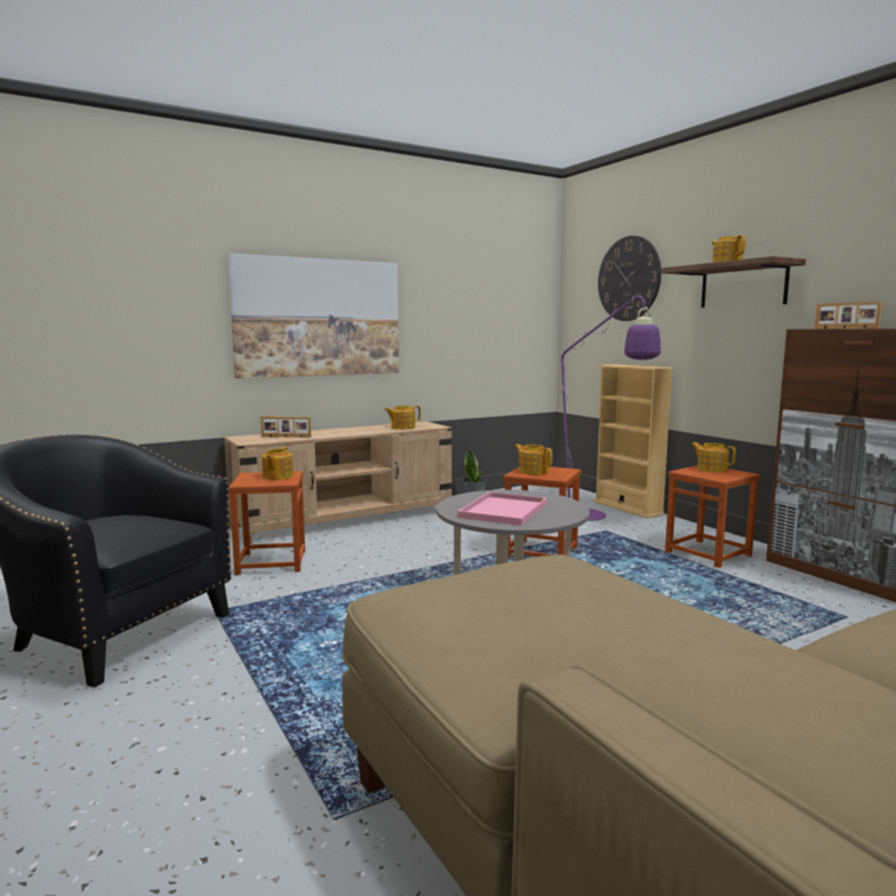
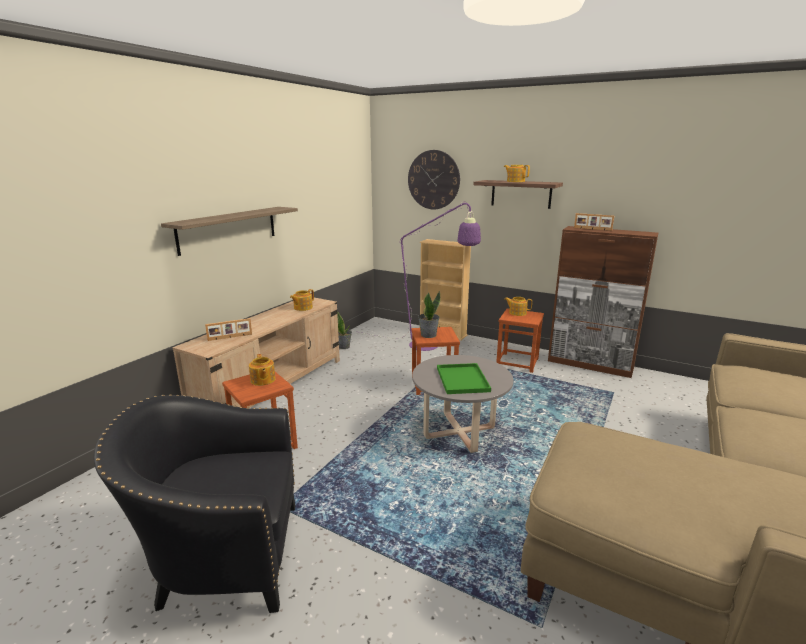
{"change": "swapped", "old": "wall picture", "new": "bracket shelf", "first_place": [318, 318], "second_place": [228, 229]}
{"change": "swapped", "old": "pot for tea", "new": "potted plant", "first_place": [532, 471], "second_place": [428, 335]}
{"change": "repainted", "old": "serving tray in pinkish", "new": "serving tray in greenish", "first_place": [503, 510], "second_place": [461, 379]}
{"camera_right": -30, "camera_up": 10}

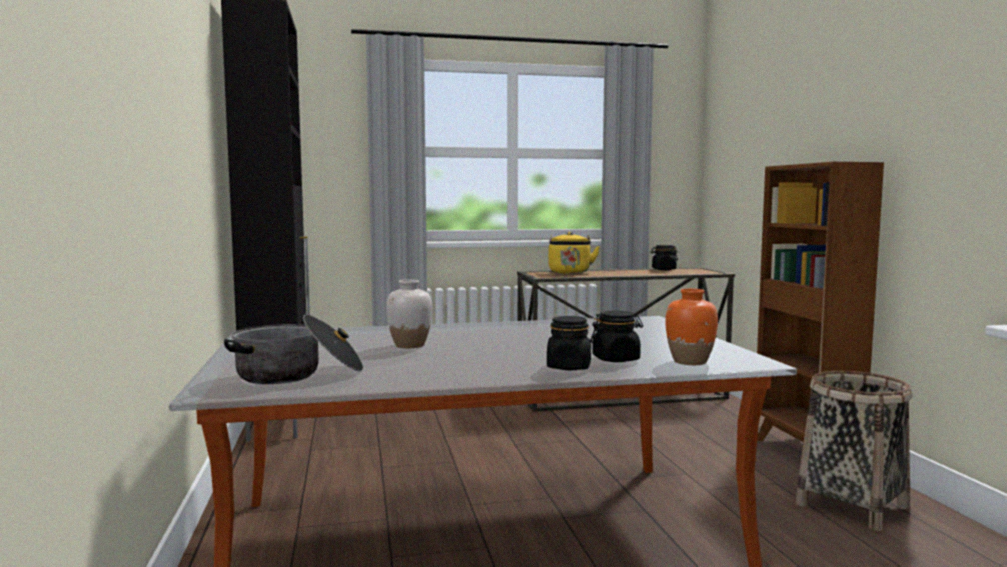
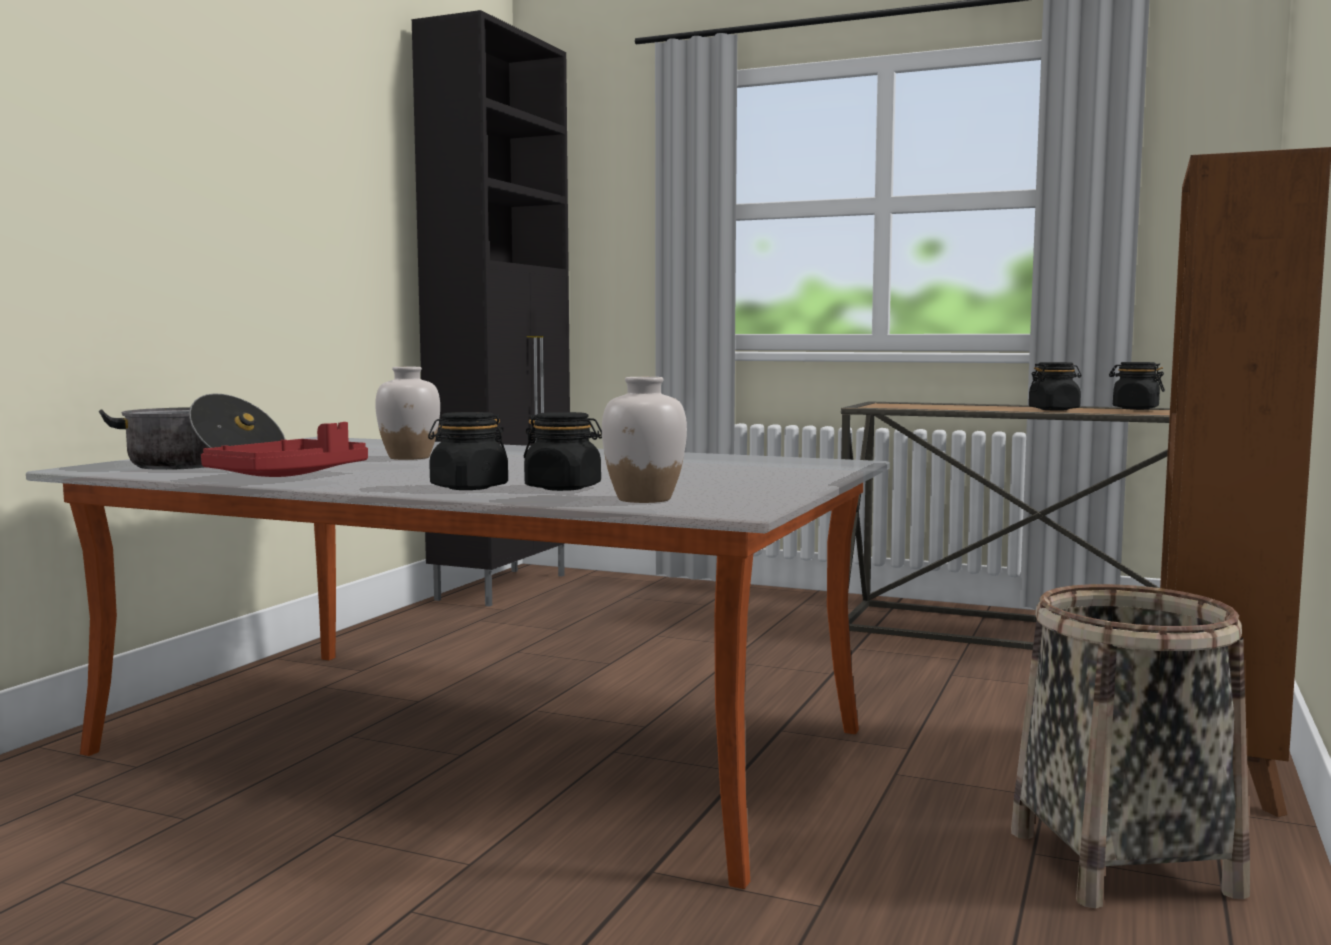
{"change": "gone", "old": "kettle in yellow-coloured", "first_place": [570, 272]}
{"change": "new", "new": "serving tray in red", "second_place": [288, 475]}
{"change": "new", "new": "jar in blackish", "second_place": [1054, 409]}
{"change": "repainted", "old": "flower vase in orange-coloured", "new": "flower vase in whitish", "first_place": [690, 362], "second_place": [644, 499]}
{"camera_right": 35, "camera_up": 0}

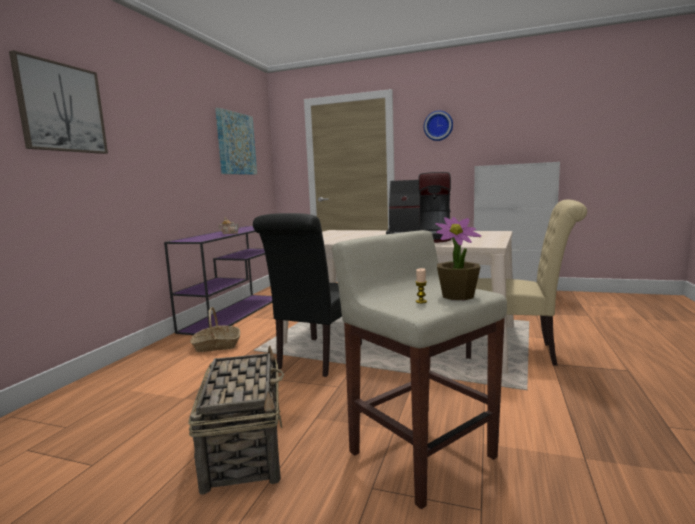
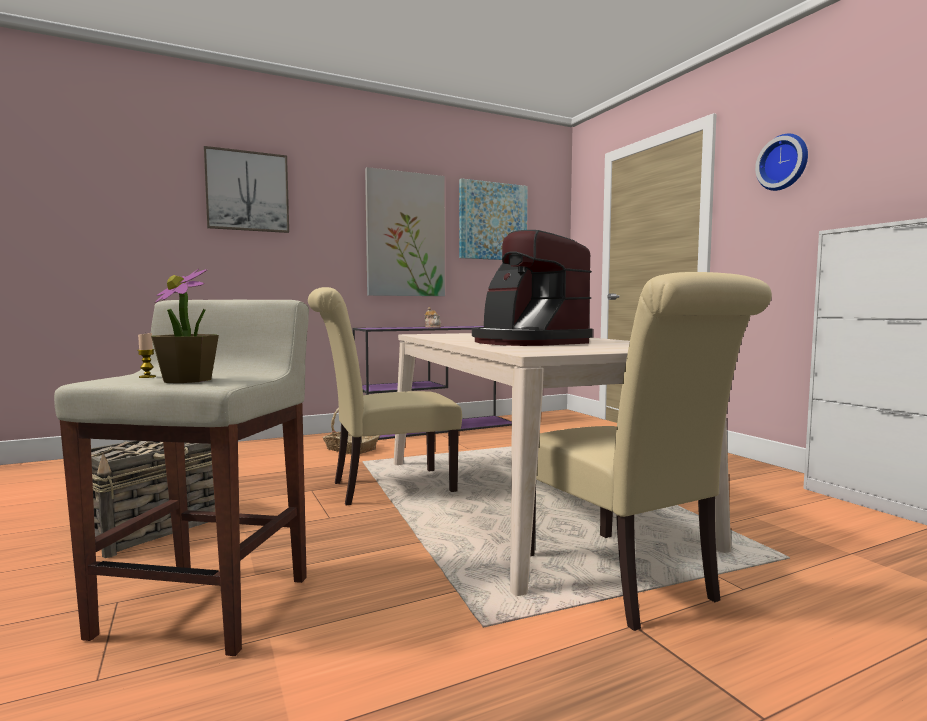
{"change": "new", "new": "wall picture", "second_place": [405, 235]}
{"change": "repainted", "old": "chair in blackish", "new": "chair in beige", "first_place": [317, 358], "second_place": [385, 487]}
{"camera_right": 45, "camera_up": -5}

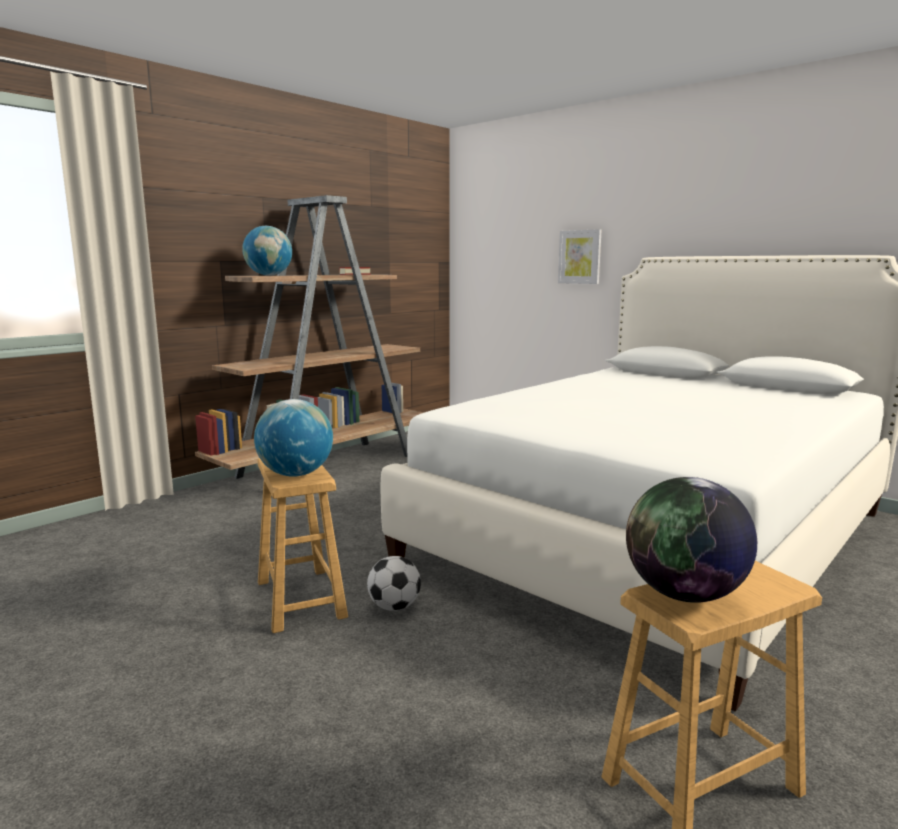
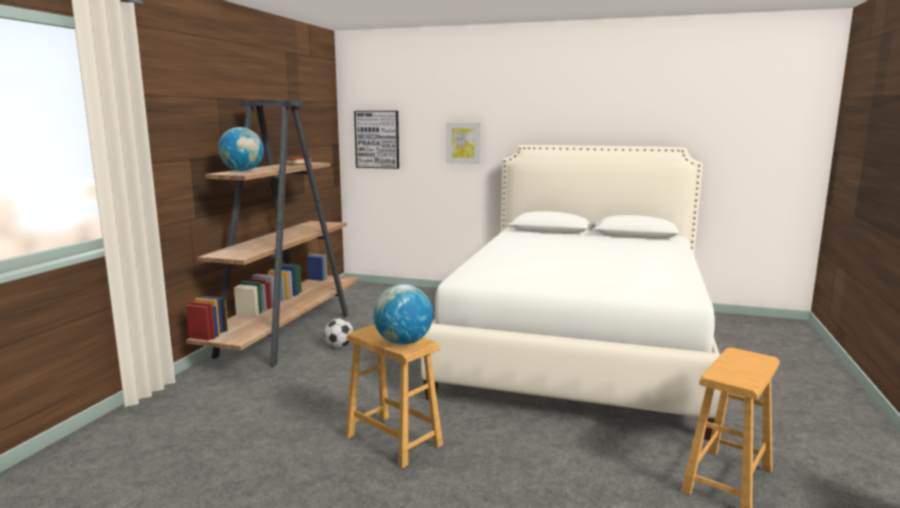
{"change": "gone", "old": "world globe", "first_place": [684, 594]}
{"change": "new", "new": "wall picture", "second_place": [377, 139]}
{"change": "shifted", "old": "football ball", "first_place": [394, 607], "second_place": [339, 347]}
{"camera_right": -25, "camera_up": 0}

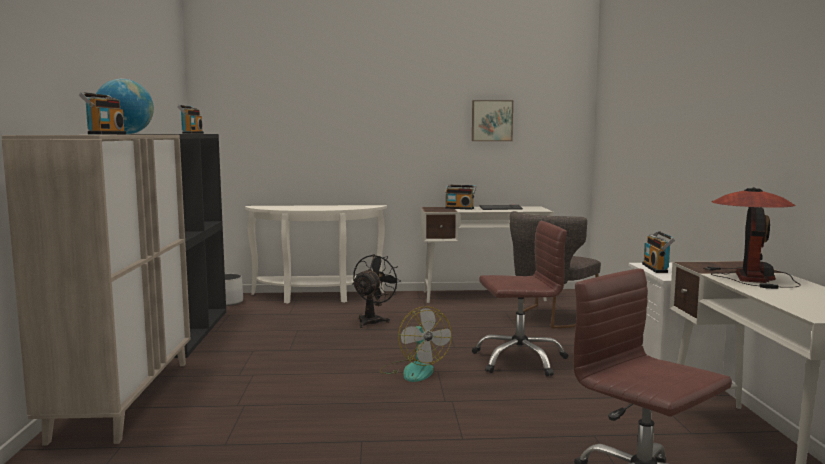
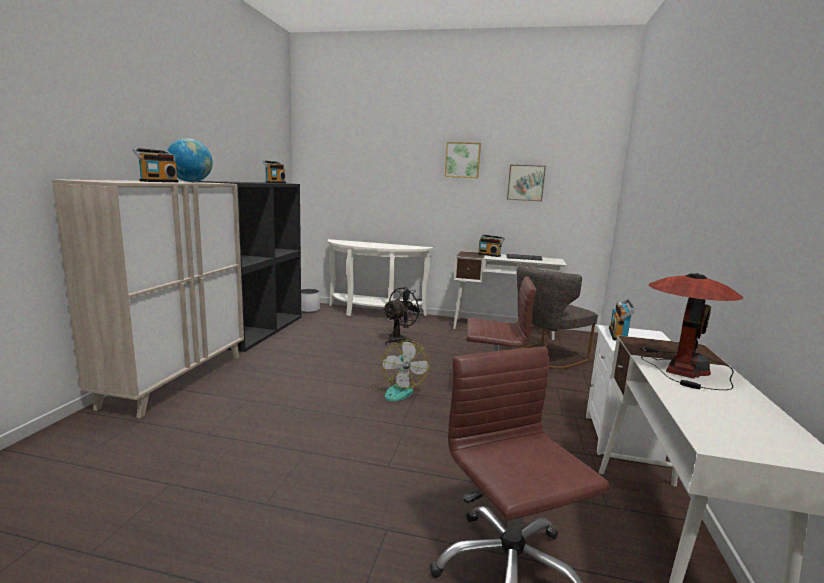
{"change": "new", "new": "wall picture", "second_place": [462, 160]}
{"camera_right": 15, "camera_up": 5}

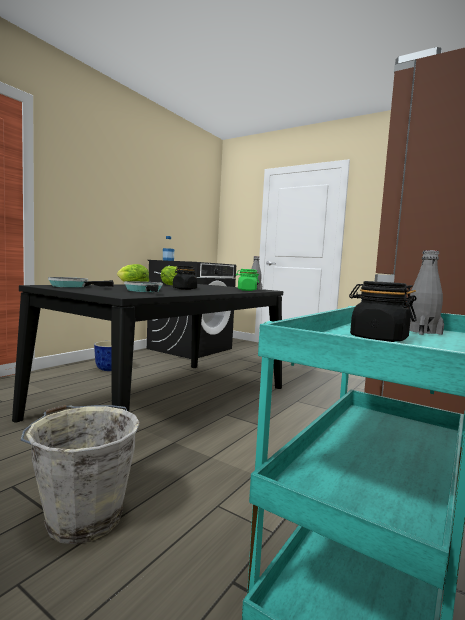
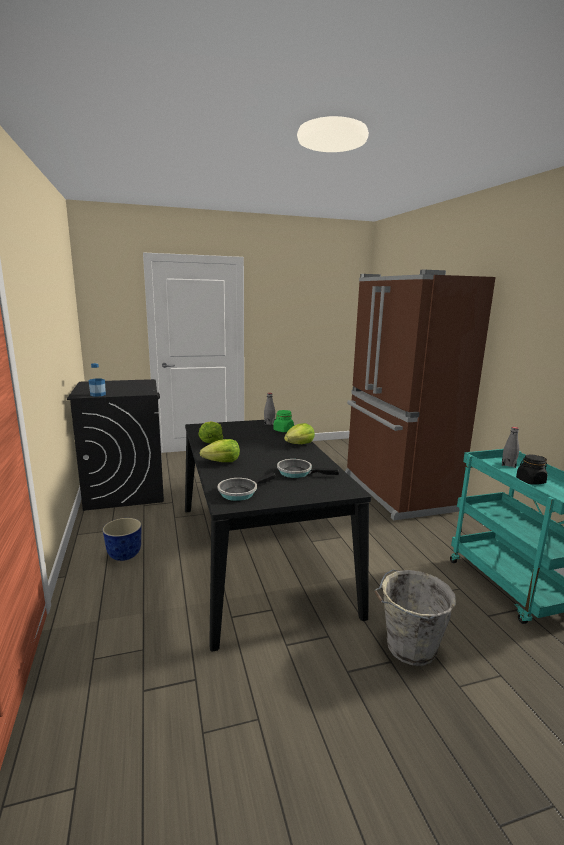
{"change": "gone", "old": "jar in blackish", "first_place": [184, 289]}
{"change": "new", "new": "lettuce", "second_place": [299, 444]}
{"camera_right": -50, "camera_up": 10}

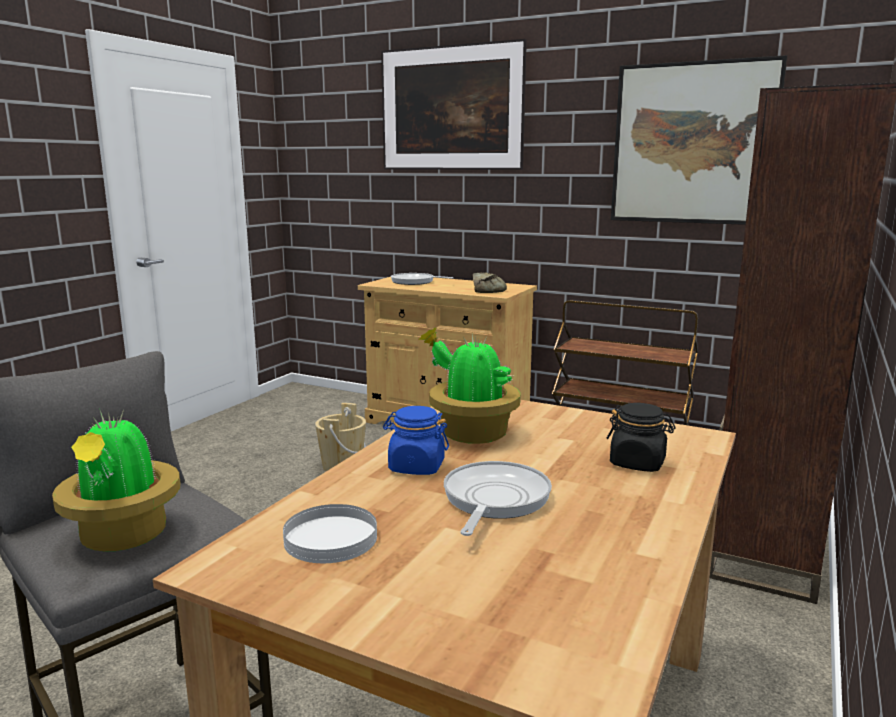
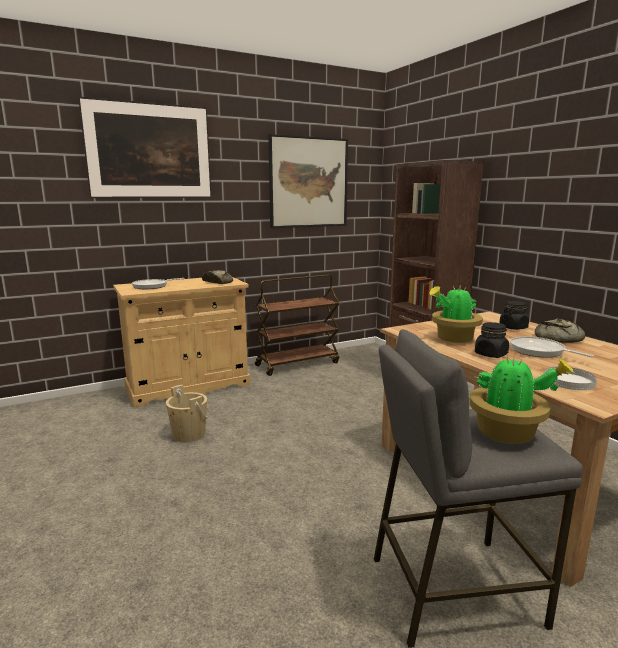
{"change": "new", "new": "bakery bread", "second_place": [558, 338]}
{"change": "repainted", "old": "jar in blue-coloured", "new": "jar in blackish", "first_place": [416, 467], "second_place": [491, 354]}
{"camera_right": -55, "camera_up": 0}

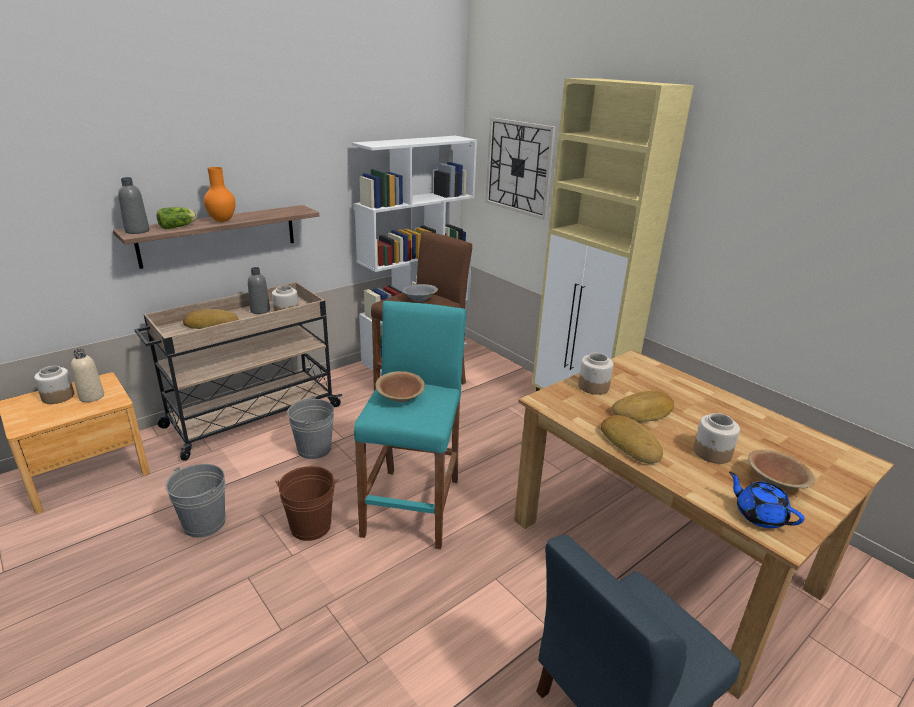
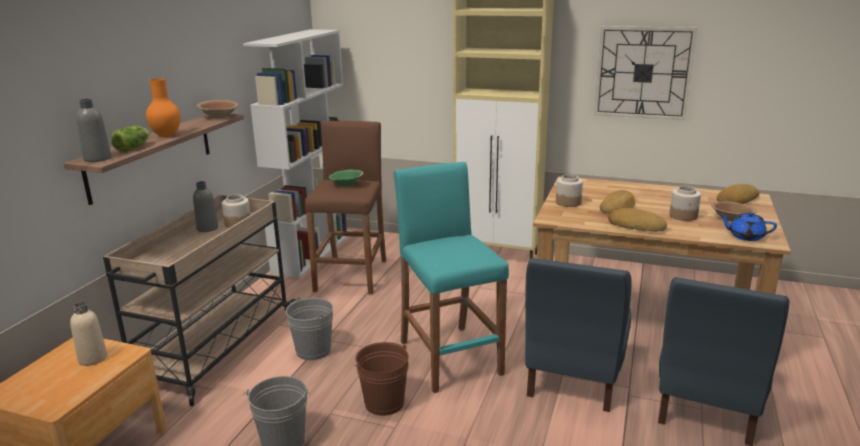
{"change": "gone", "old": "jar", "first_place": [57, 397]}
{"change": "new", "new": "chair in blue-coloured", "second_place": [573, 378]}
{"change": "shifted", "old": "bakery bread", "first_place": [211, 324], "second_place": [736, 199]}
{"change": "shifted", "old": "deep dish in brownish", "first_place": [400, 397], "second_place": [219, 116]}
{"change": "shifted", "old": "hanging clock", "first_place": [519, 167], "second_place": [643, 73]}
{"change": "repainted", "old": "deep dish in greyish", "new": "deep dish in greenish", "first_place": [420, 299], "second_place": [346, 184]}
{"camera_right": -30, "camera_up": -5}

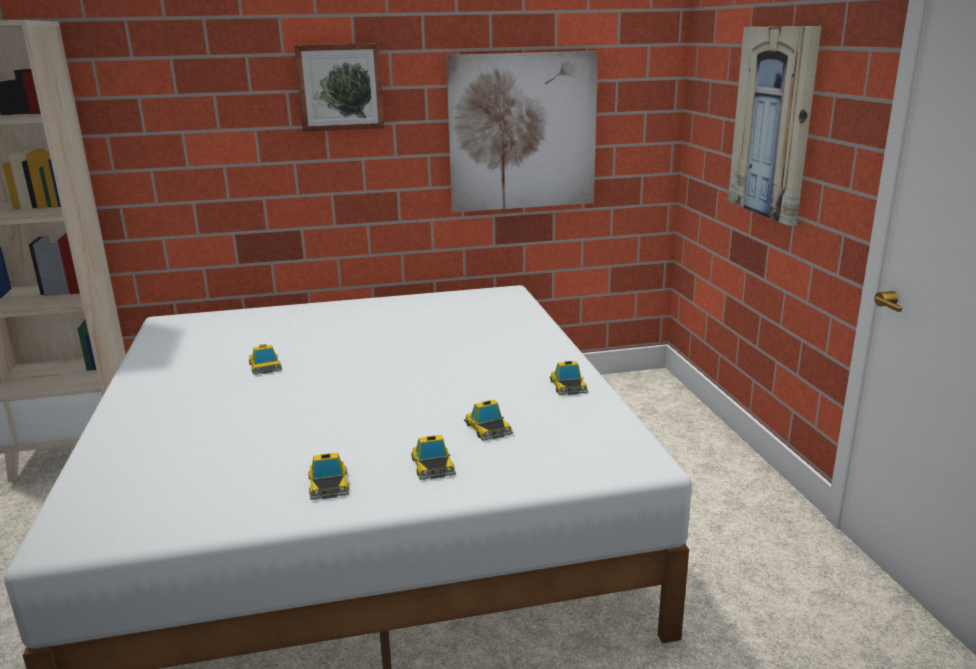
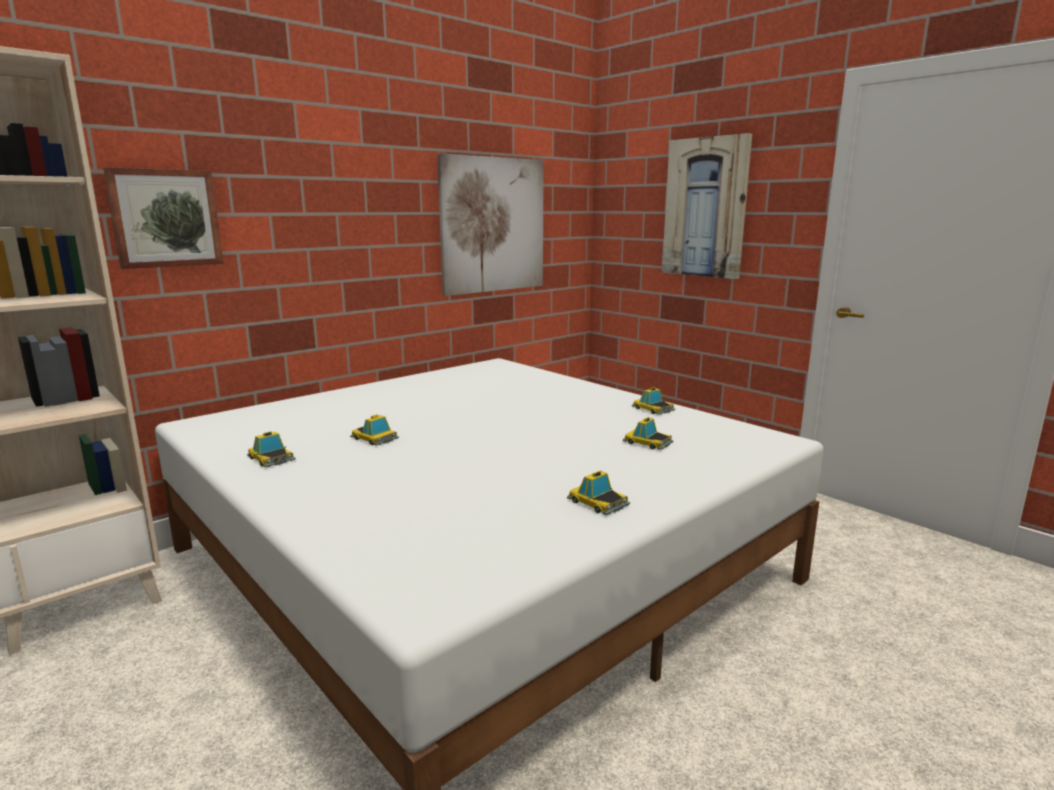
{"change": "shifted", "old": "wall picture", "first_place": [340, 87], "second_place": [165, 218]}
{"change": "shifted", "old": "miniature car", "first_place": [433, 465], "second_place": [271, 458]}
{"camera_right": -30, "camera_up": -5}

